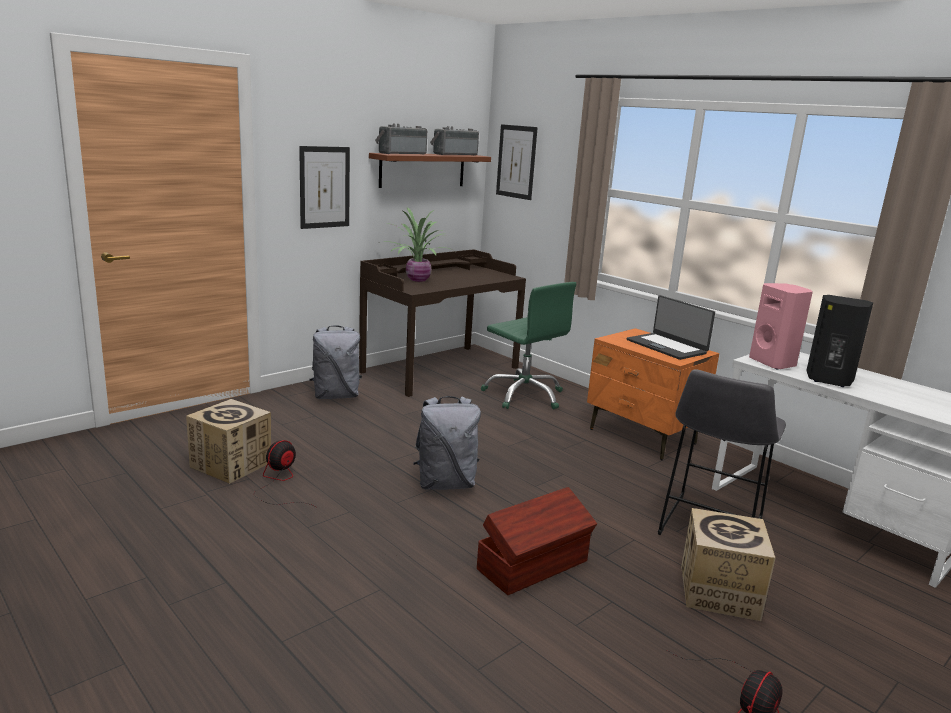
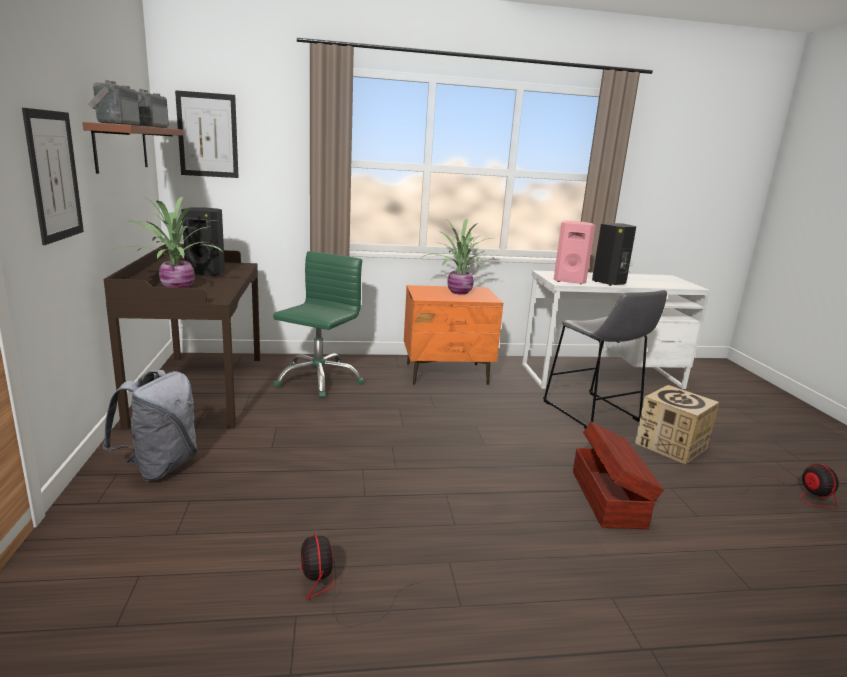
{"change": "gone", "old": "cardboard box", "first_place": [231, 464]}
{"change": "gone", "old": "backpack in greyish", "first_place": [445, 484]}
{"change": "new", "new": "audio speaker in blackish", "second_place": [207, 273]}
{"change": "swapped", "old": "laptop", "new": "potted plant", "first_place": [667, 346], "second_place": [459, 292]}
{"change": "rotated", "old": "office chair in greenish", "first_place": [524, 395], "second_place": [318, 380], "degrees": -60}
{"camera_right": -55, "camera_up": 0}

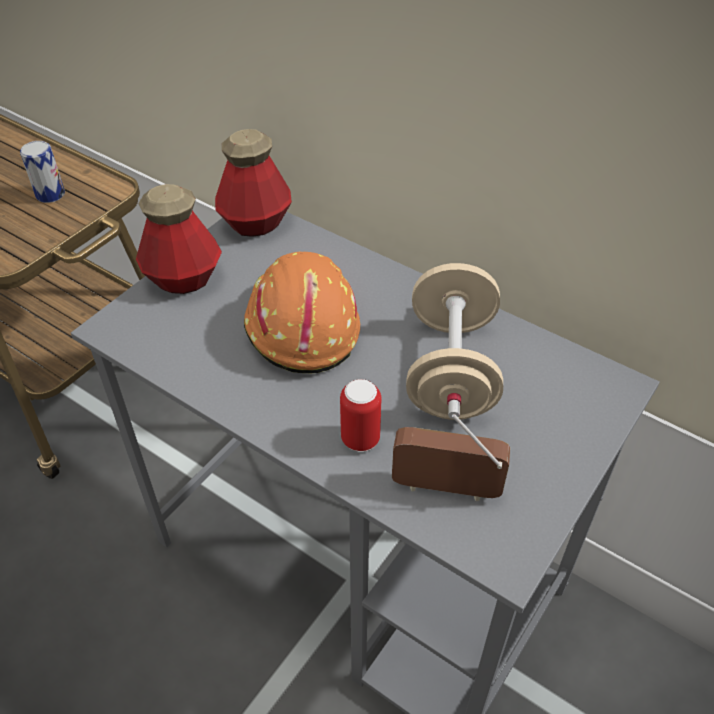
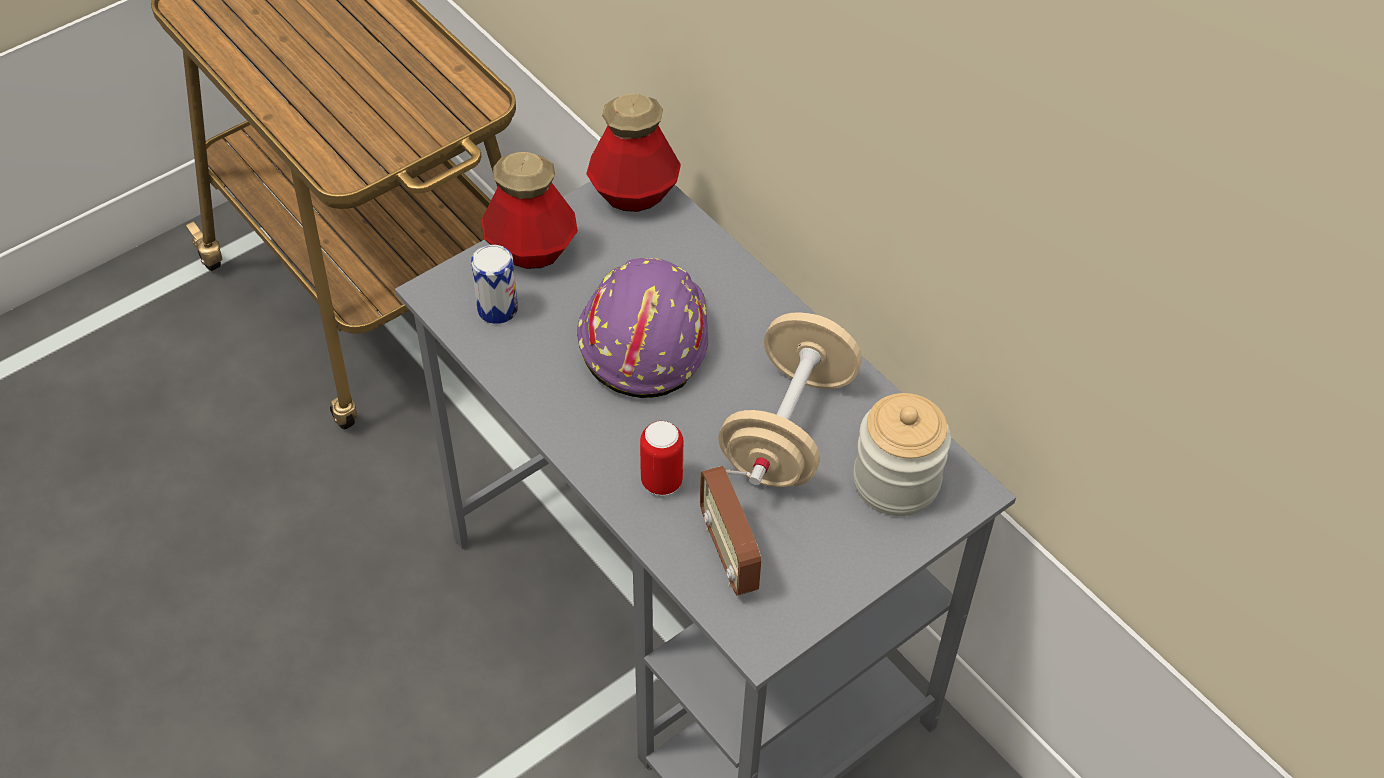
{"change": "new", "new": "jar", "second_place": [896, 481]}
{"change": "shifted", "old": "metal can", "first_place": [50, 194], "second_place": [497, 309]}
{"change": "repainted", "old": "safety helmet in orange-coloured", "new": "safety helmet in purple-coloured", "first_place": [300, 325], "second_place": [642, 337]}
{"change": "rotated", "old": "radio receiver", "first_place": [445, 488], "second_place": [729, 554], "degrees": -135}
{"camera_right": 15, "camera_up": 5}

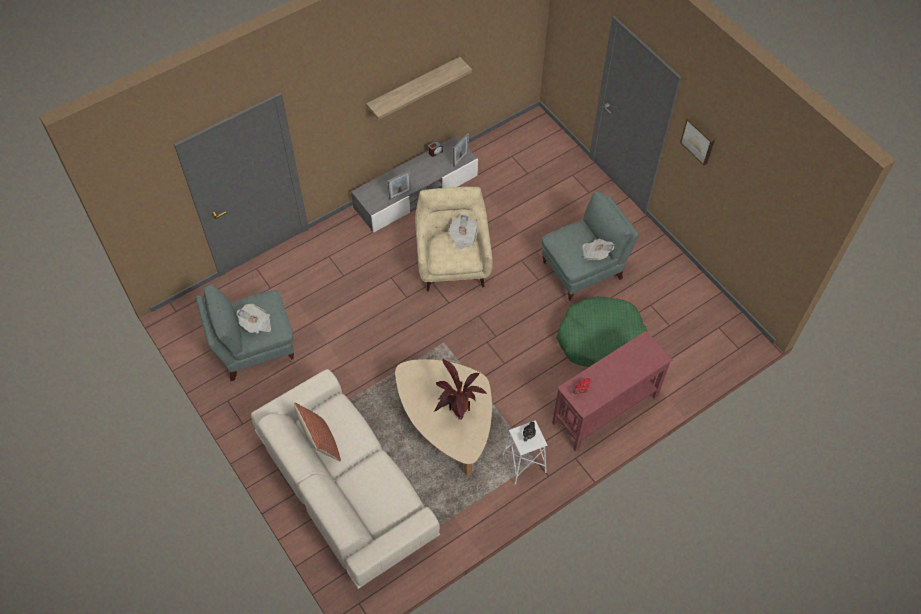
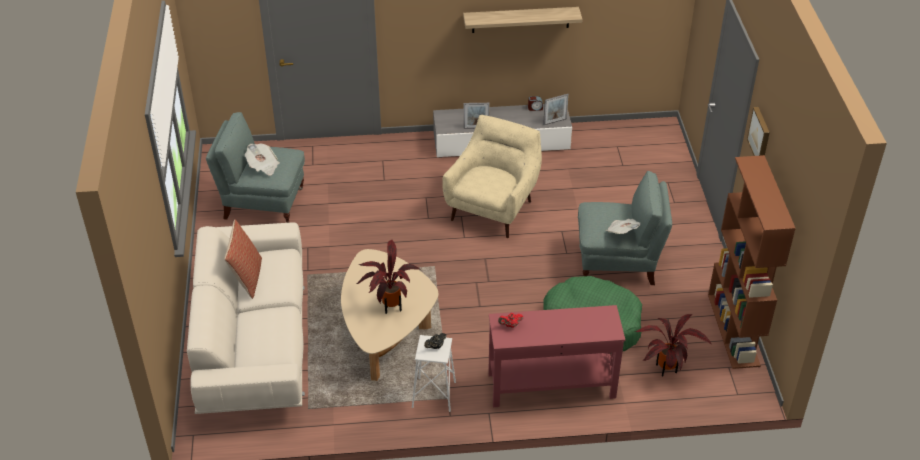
{"change": "gone", "old": "daily paper", "first_place": [463, 237]}
{"change": "new", "new": "potted plant", "second_place": [666, 370]}
{"change": "new", "new": "bookshelf in brownish", "second_place": [734, 330]}
{"camera_right": 30, "camera_up": -15}

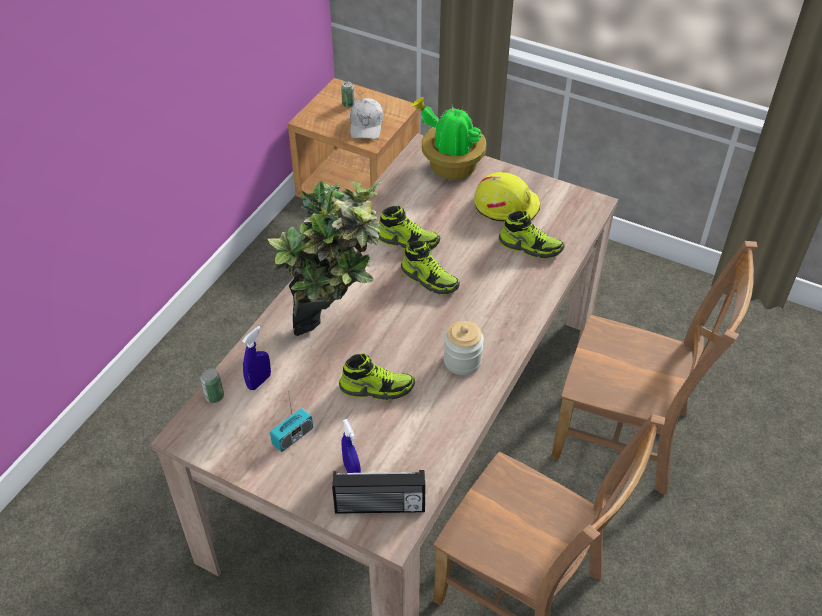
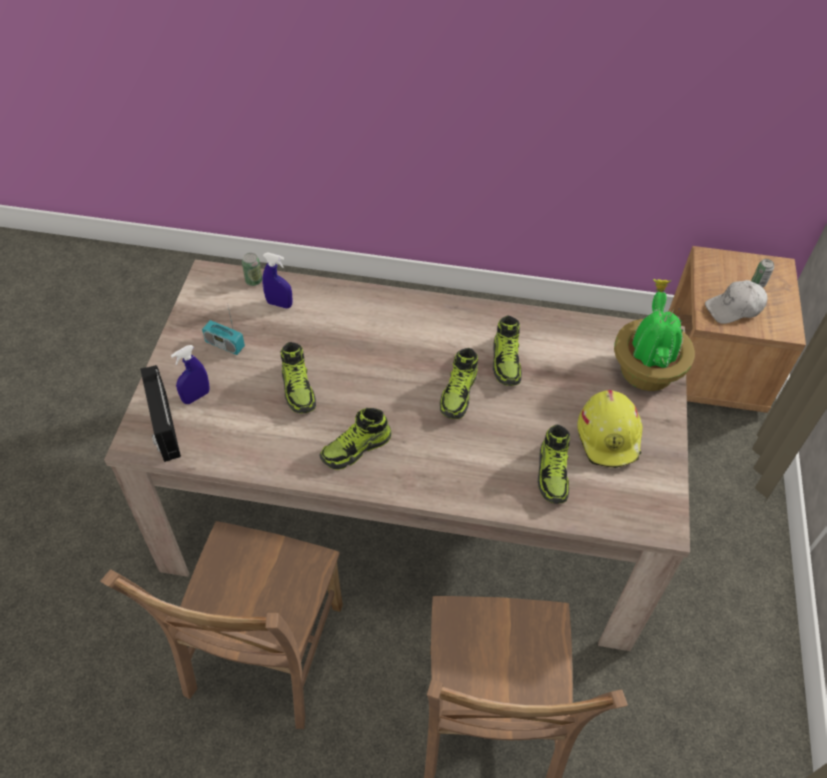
{"change": "gone", "old": "potted plant", "first_place": [335, 326]}
{"change": "swapped", "old": "jar", "new": "low shoe", "first_place": [462, 361], "second_place": [356, 448]}
{"camera_right": 70, "camera_up": 5}

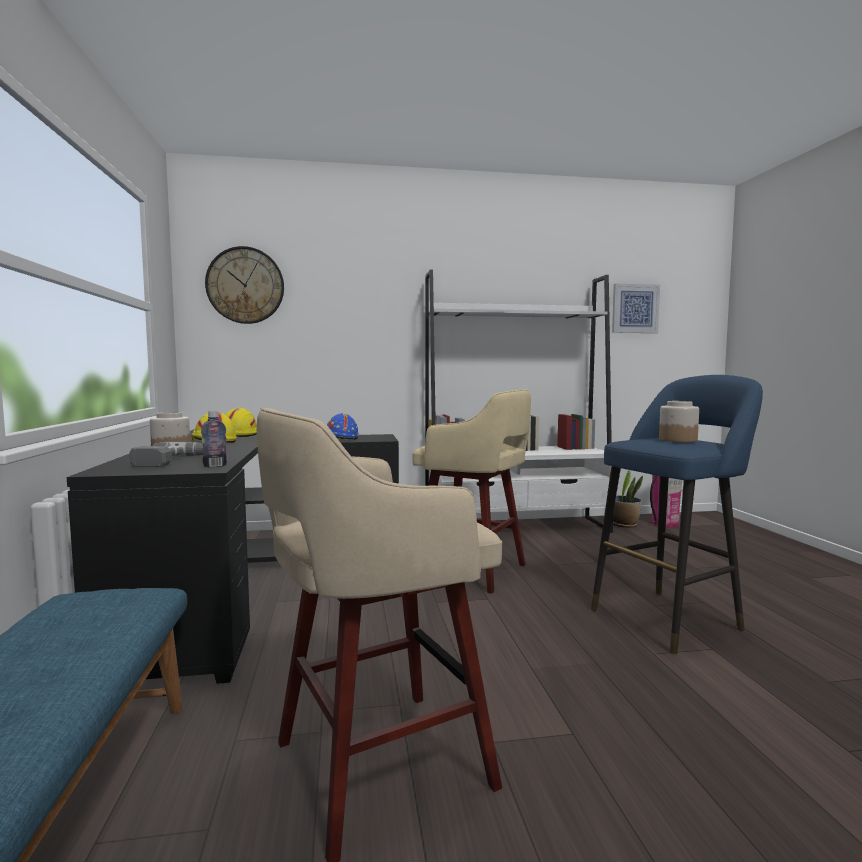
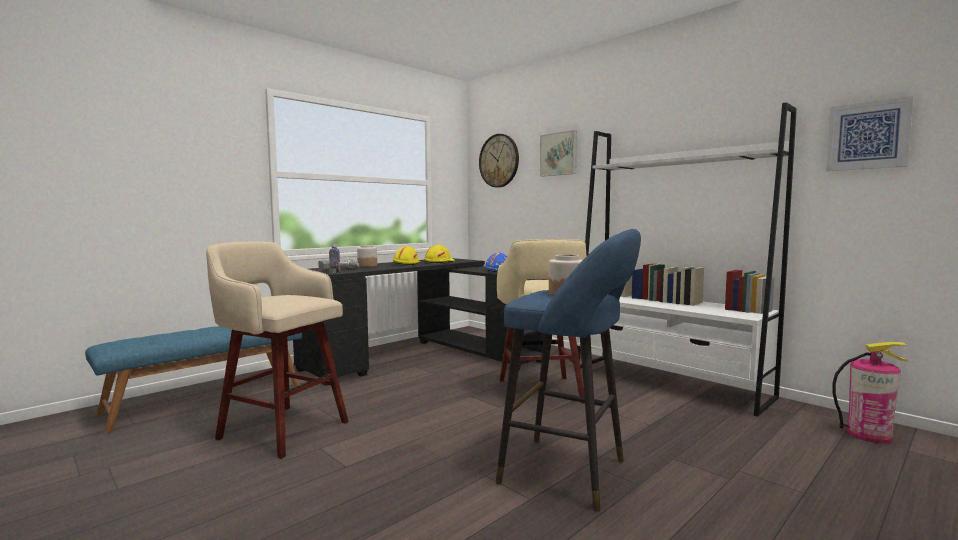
{"change": "gone", "old": "potted plant", "first_place": [624, 524]}
{"change": "new", "new": "wall picture", "second_place": [559, 154]}
{"camera_right": 55, "camera_up": 0}

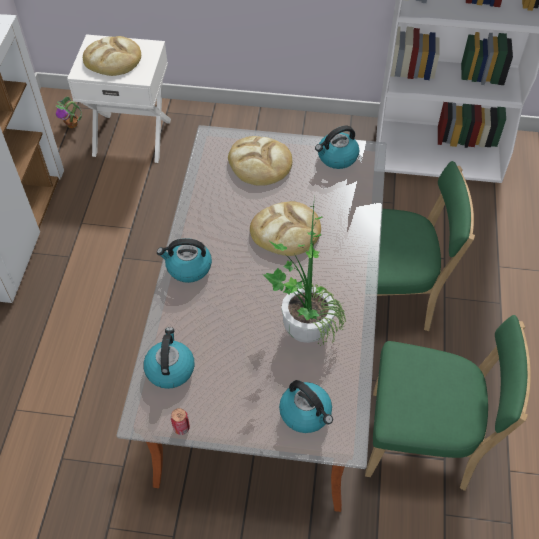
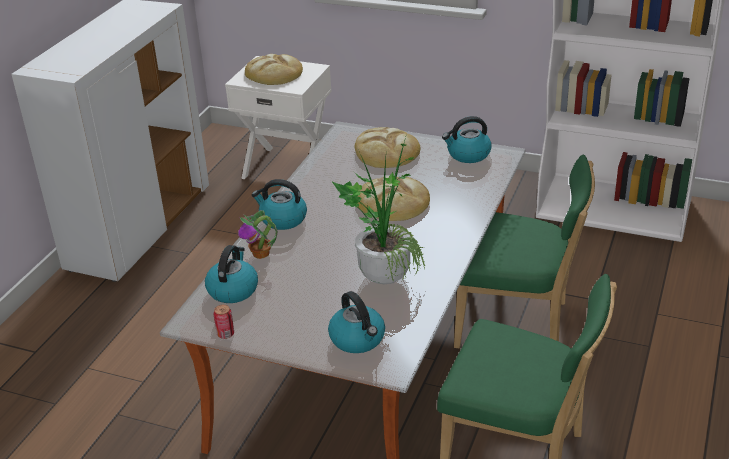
{"change": "shifted", "old": "potted plant", "first_place": [72, 124], "second_place": [261, 254]}
{"camera_right": 15, "camera_up": -20}

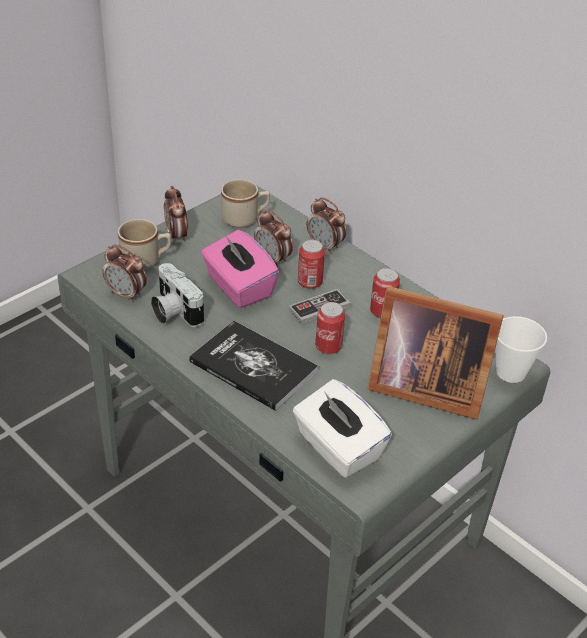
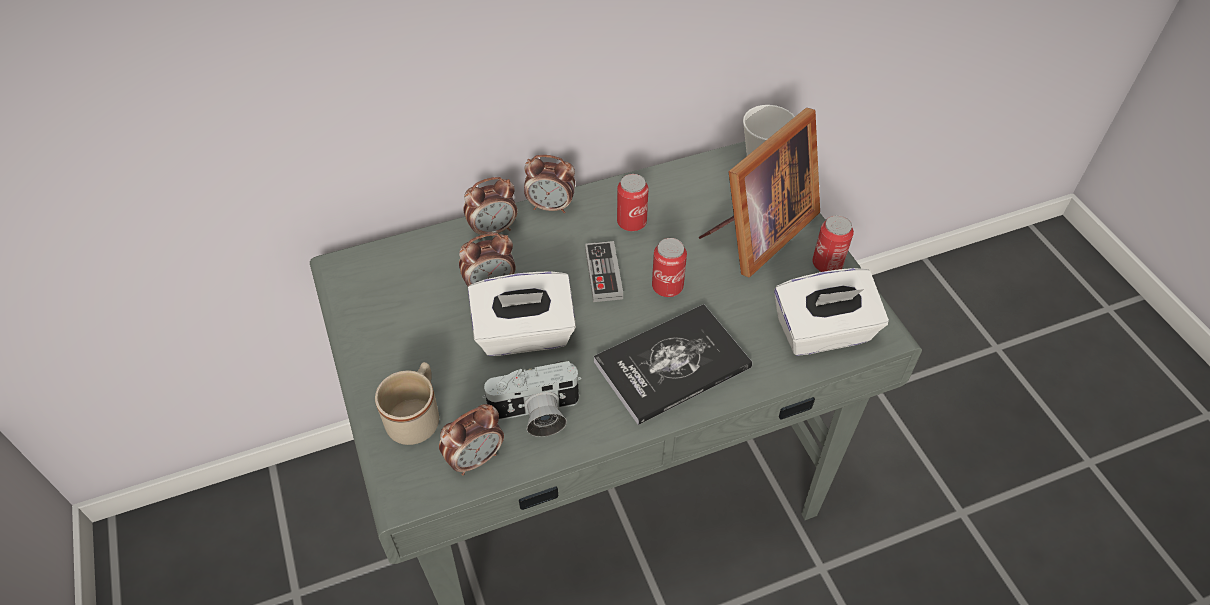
{"change": "gone", "old": "tea mug in beige", "first_place": [245, 219]}
{"change": "shifted", "old": "alarm clock", "first_place": [176, 236], "second_place": [551, 206]}
{"change": "shifted", "old": "metal can", "first_place": [310, 282], "second_place": [827, 264]}
{"change": "repainted", "old": "box of tissues in pinkish", "new": "box of tissues in whitish", "first_place": [238, 287], "second_place": [524, 335]}
{"camera_right": -65, "camera_up": 10}

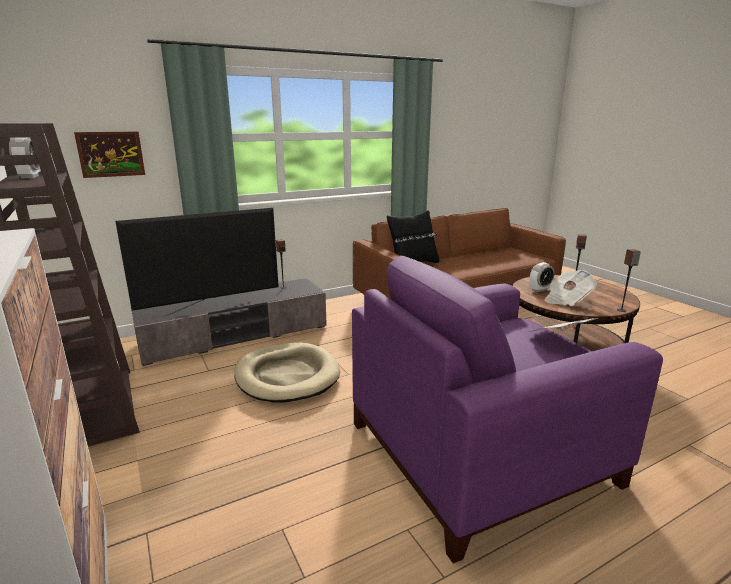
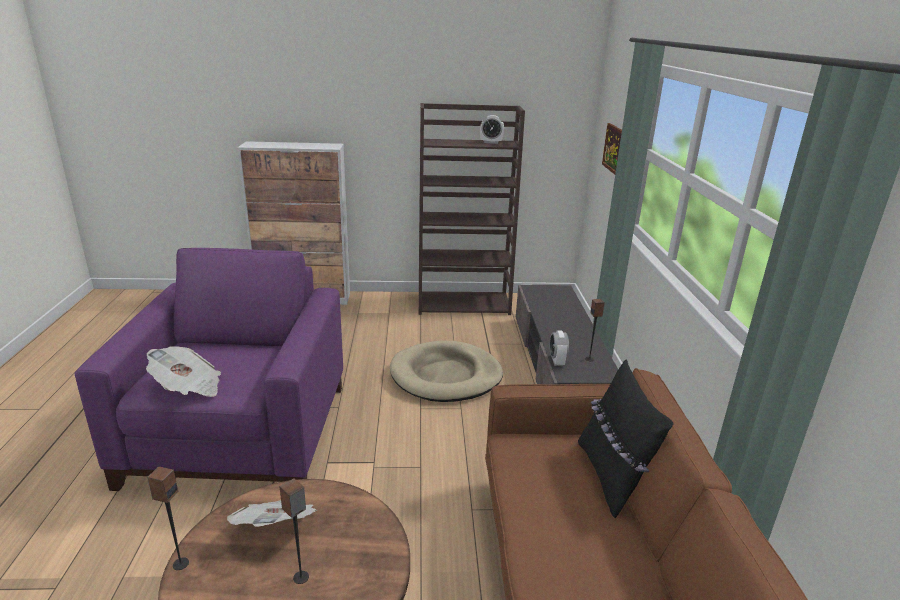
{"change": "gone", "old": "TV", "first_place": [211, 308]}
{"change": "shifted", "old": "alarm clock", "first_place": [540, 289], "second_place": [557, 361]}
{"camera_right": 115, "camera_up": 5}

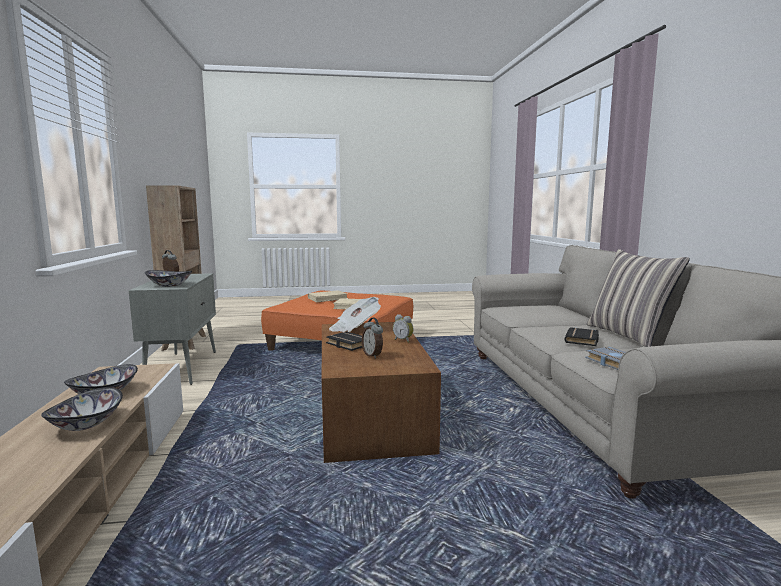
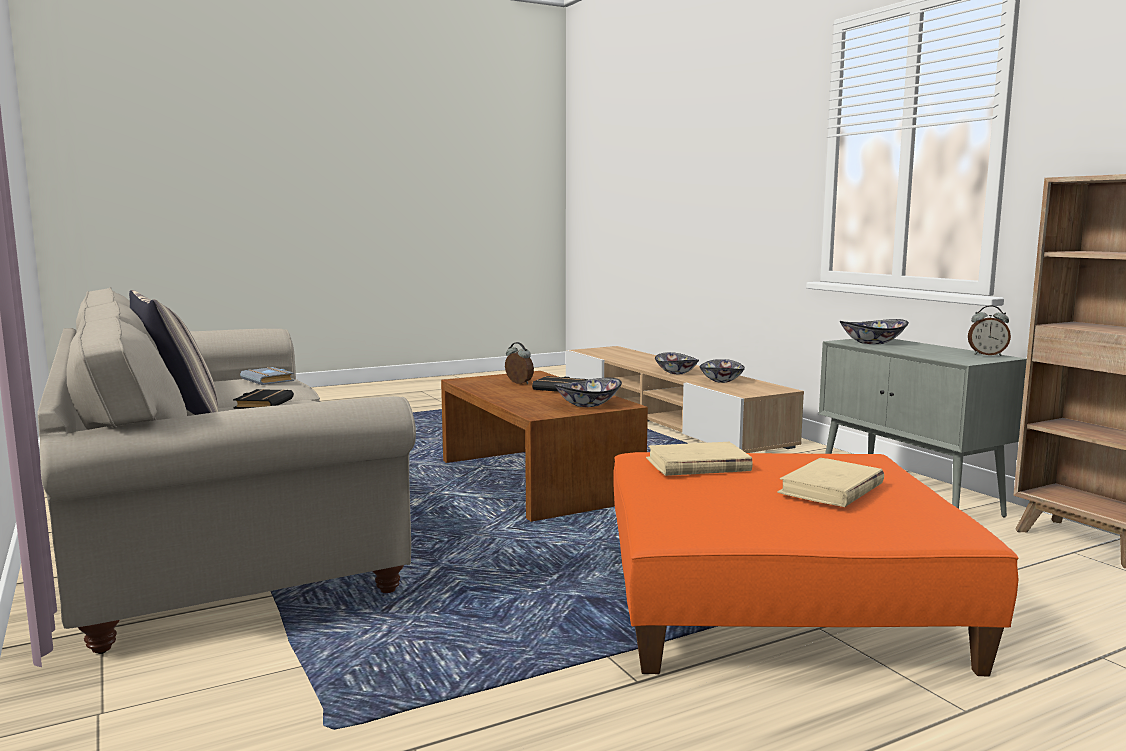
{"change": "gone", "old": "alarm clock", "first_place": [403, 340]}
{"change": "swapped", "old": "daily paper", "new": "deep dish", "first_place": [355, 328], "second_place": [587, 404]}
{"camera_right": 160, "camera_up": 0}

